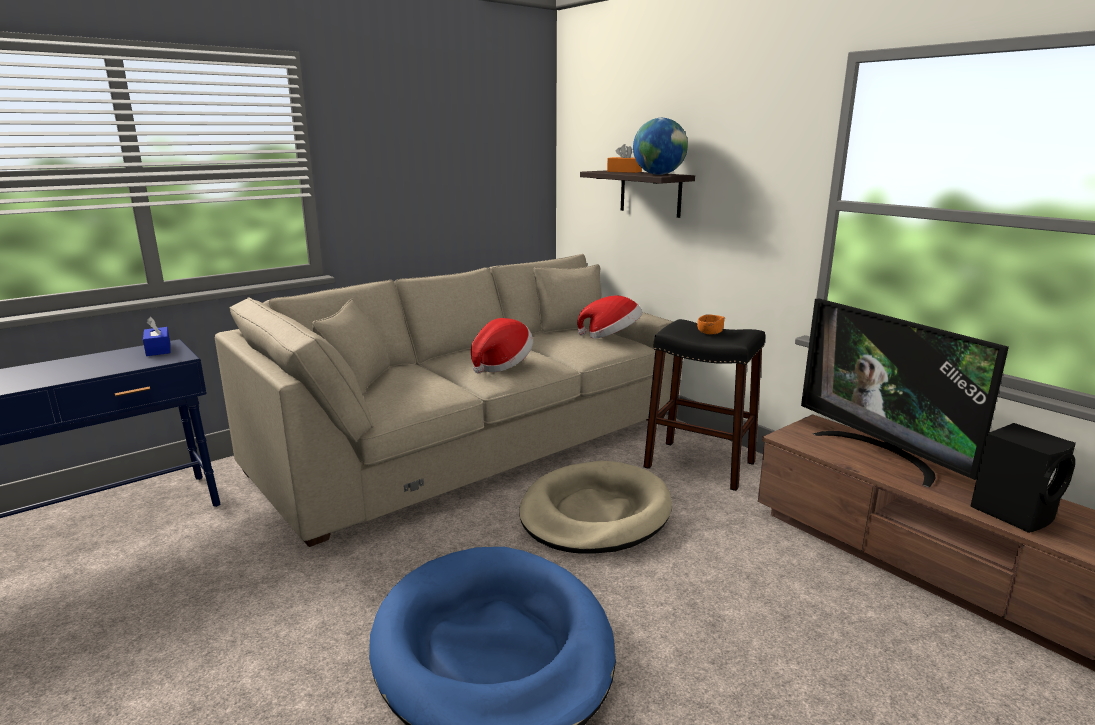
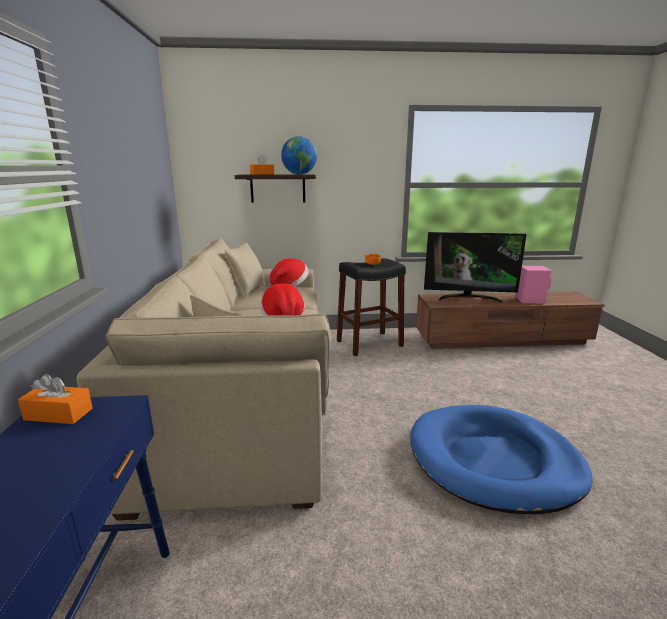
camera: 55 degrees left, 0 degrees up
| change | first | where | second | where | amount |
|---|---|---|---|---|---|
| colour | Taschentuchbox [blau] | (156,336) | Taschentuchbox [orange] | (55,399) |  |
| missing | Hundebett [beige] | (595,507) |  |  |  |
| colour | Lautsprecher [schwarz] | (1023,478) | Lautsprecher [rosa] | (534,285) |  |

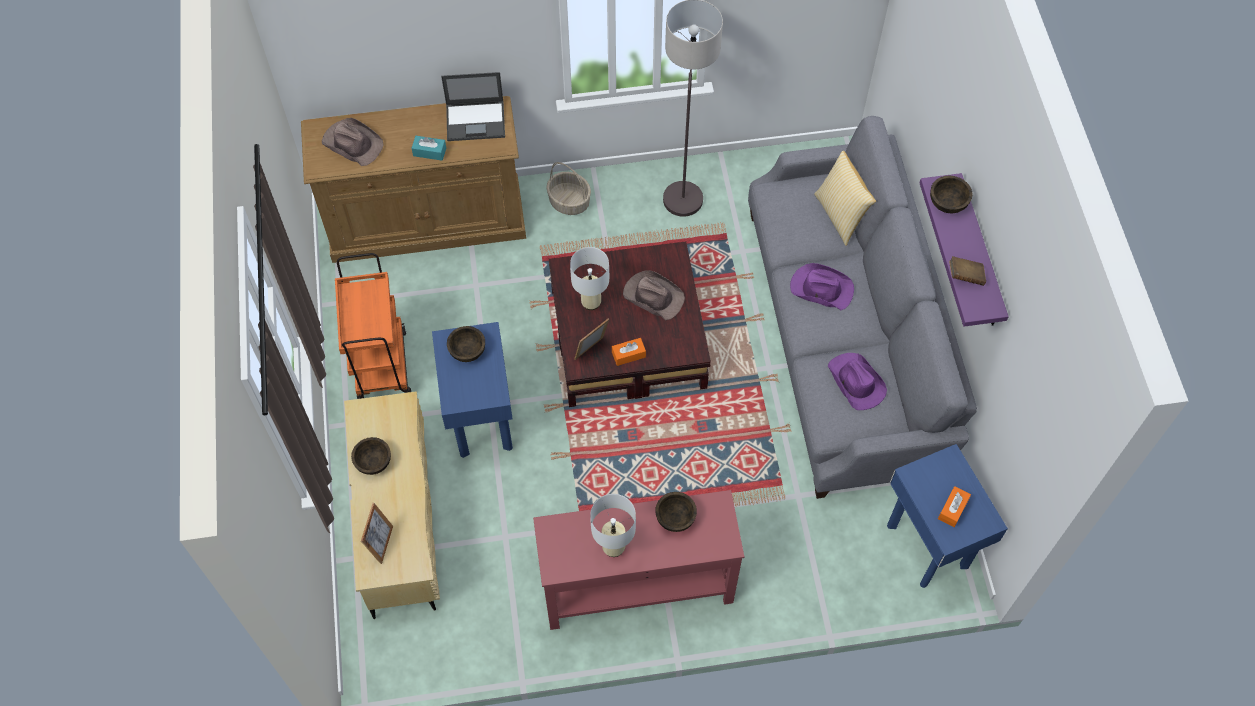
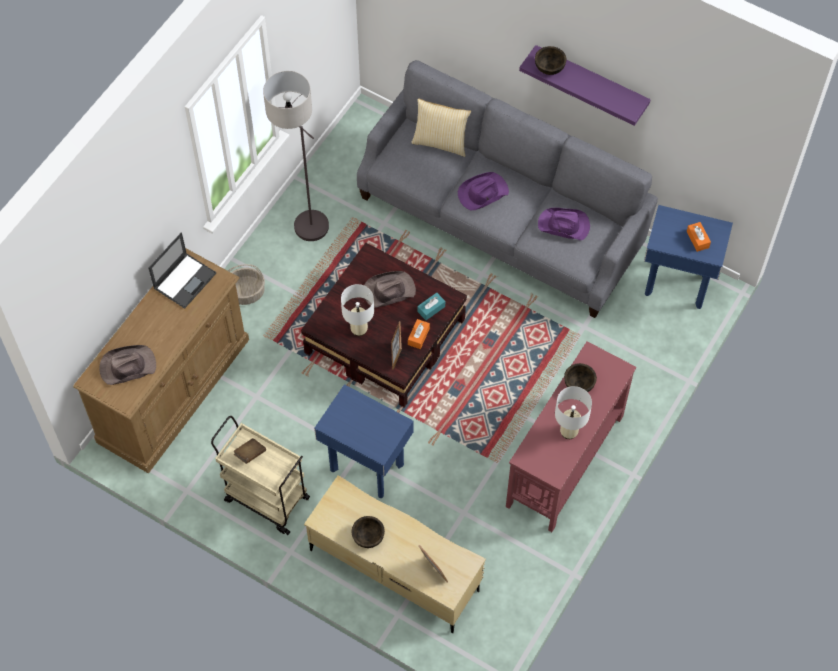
camera: 50 degrees left, 0 degrees up
| change | first | where | second | where | amount |
|---|---|---|---|---|---|
| colour | Rollwagen [orange] | (373,326) | Rollwagen [beige] | (260,475) |  |
| relocated | Taschentuchbox [türkis] | (428,148) |  | (431,306) |  |
| missing | Schüssel [braun] | (466,344) |  |  |  |
| relocated | Buch [braun] | (967,271) |  | (250,451) |  |

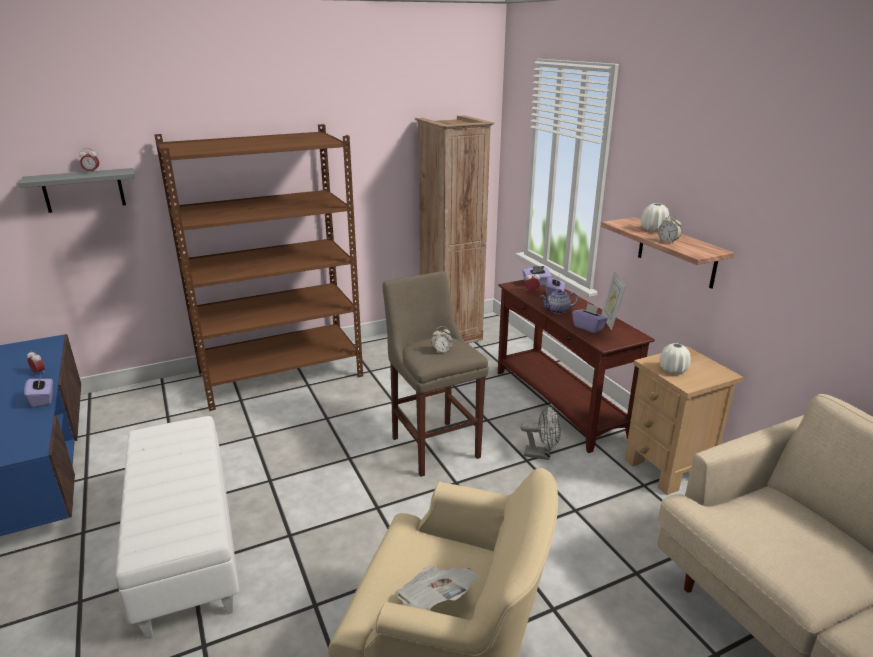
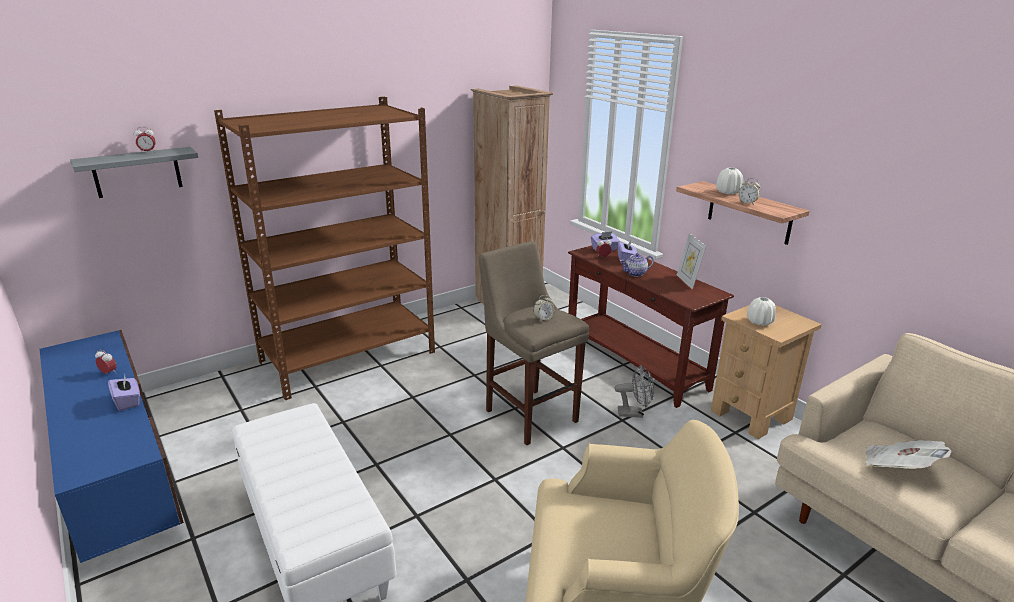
camera: 10 degrees left, 0 degrees up
| change | first | where | second | where | amount |
|---|---|---|---|---|---|
| relocated | Zeitung | (437,587) |  | (908,454) |  |
| missing | Taschentuchbox [lila] | (590,318) |  |  |  |

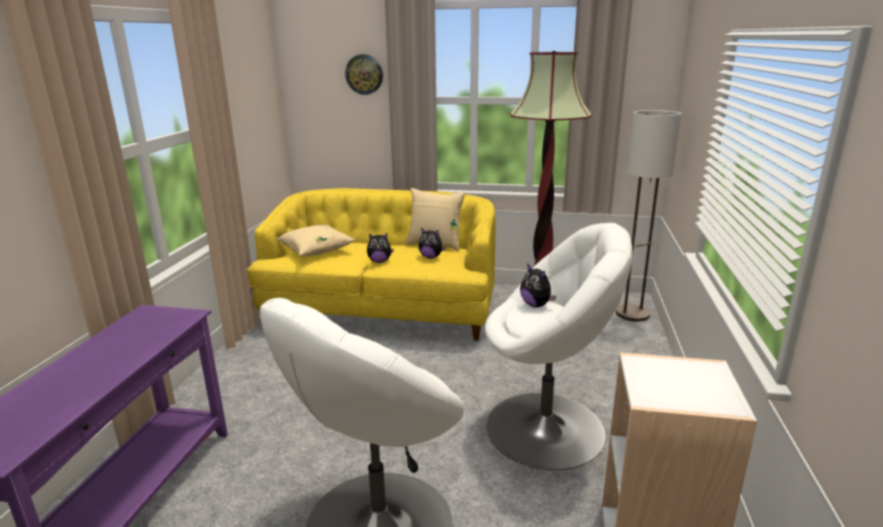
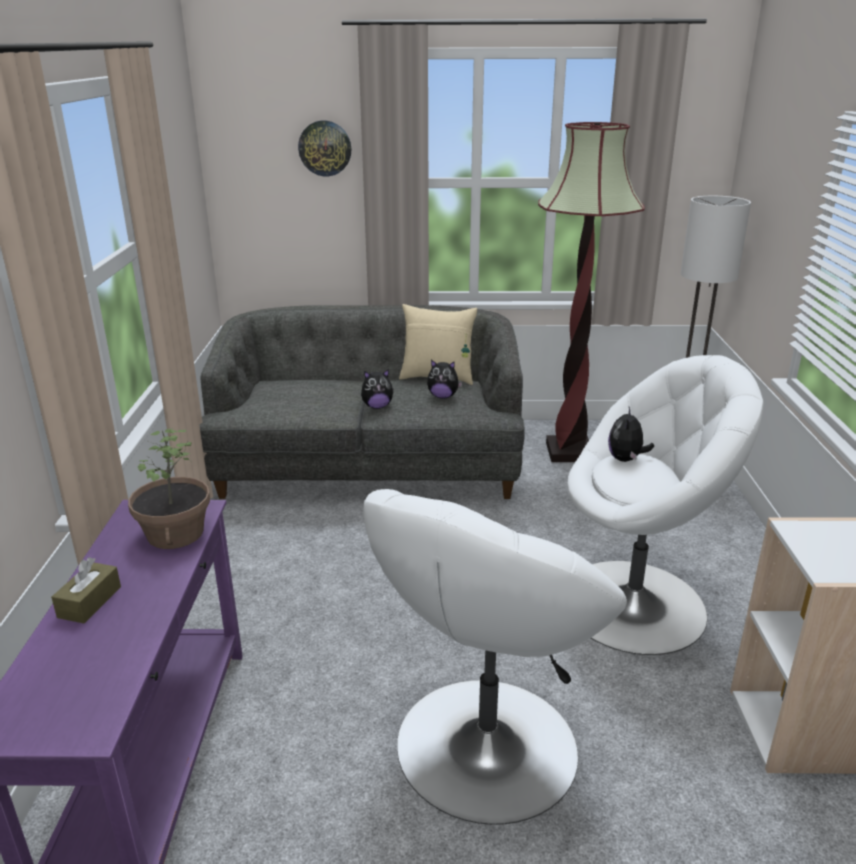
camera: 10 degrees left, 5 degrees up
| change | first | where | second | where | amount |
|---|---|---|---|---|---|
| colour | Sofa [gelb] | (371,264) | Sofa [grau] | (362,402) |  |
| missing | Kissen [beige] | (316,241) |  |  |  |
| spun | Plüschtier | (538,285) |  | (631,434) | 60 degrees clockwise |
| appeared |  |  | Taschentuchbox [braun] | (86,590) |  |
| appeared |  |  | Topfpflanze | (169,488) |  |

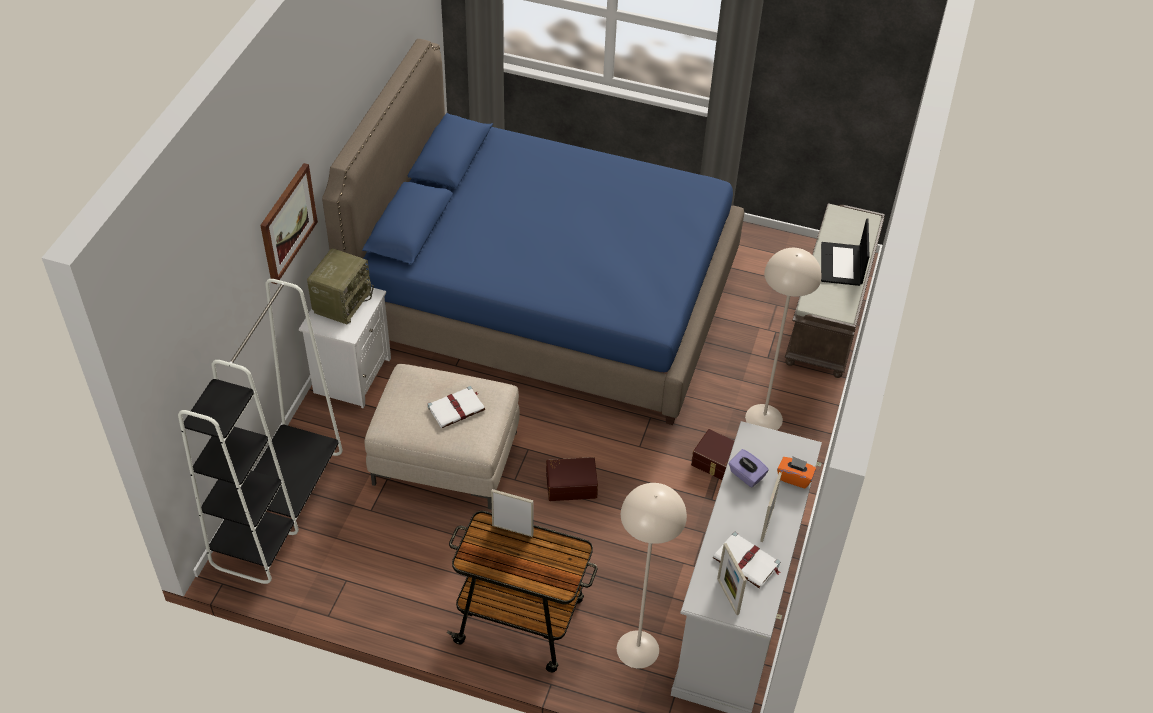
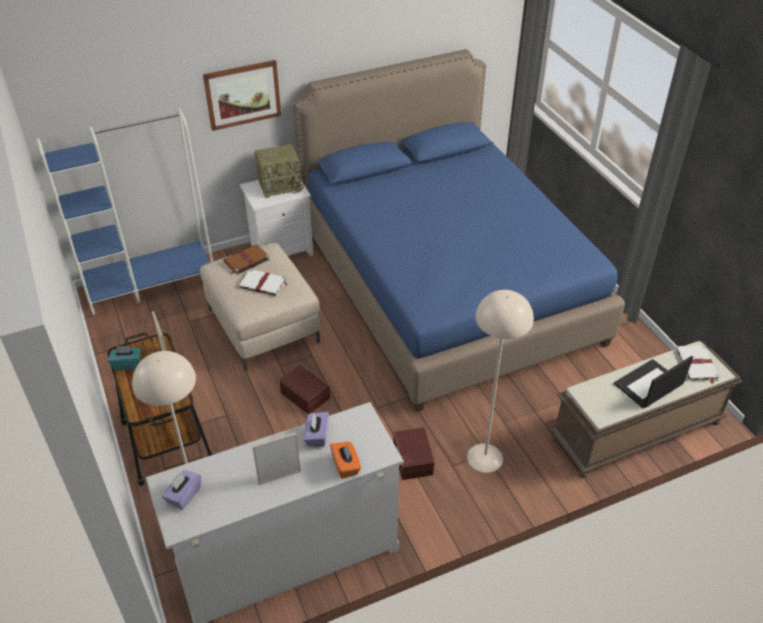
camera: 50 degrees right, 5 degrees down
| change | first | where | second | where | amount |
|---|---|---|---|---|---|
| colour | Kleiderständer [schwarz] | (260,431) | Kleiderständer [blau] | (125,212) |  |
| relocated | Buch [weiß] | (747,560) |  | (697,364) |  |
| exchanged | Bilderrahmen | (732,579) | Taschentuchbox [lila] | (181,490) |  |
| appeared |  |  | Taschentuchbox [türkis] | (124,358) |  |
| appeared |  |  | Buch [braun] | (247,259) |  |

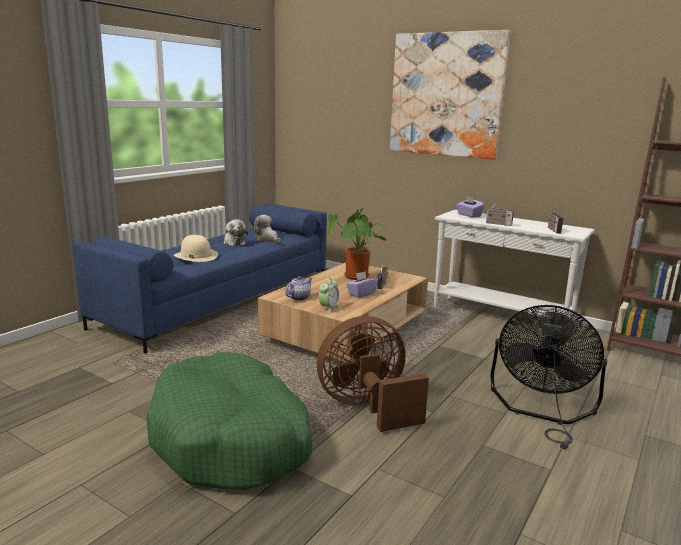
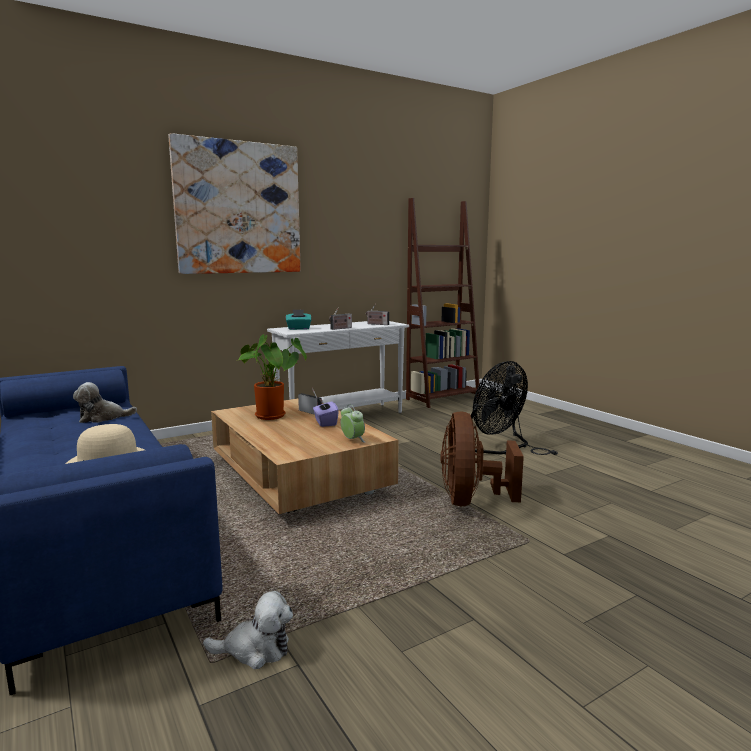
camera: 65 degrees left, 5 degrees down
| change | first | where | second | where | amount |
|---|---|---|---|---|---|
| missing | Hundebett [grün] | (229,421) |  |  |  |
| relocated | Plüschtier | (235,232) |  | (248,630) |  |
| missing | Teekanne | (299,288) |  |  |  |
| colour | Taschentuchbox [lila] | (470,207) | Taschentuchbox [türkis] | (298,320) |  |

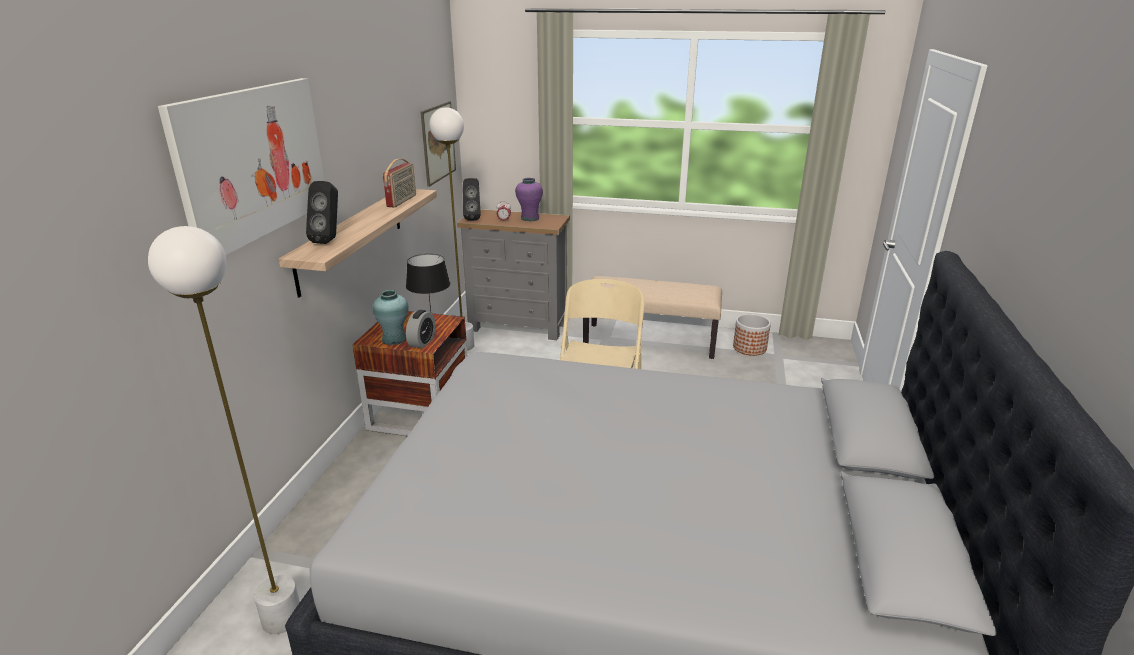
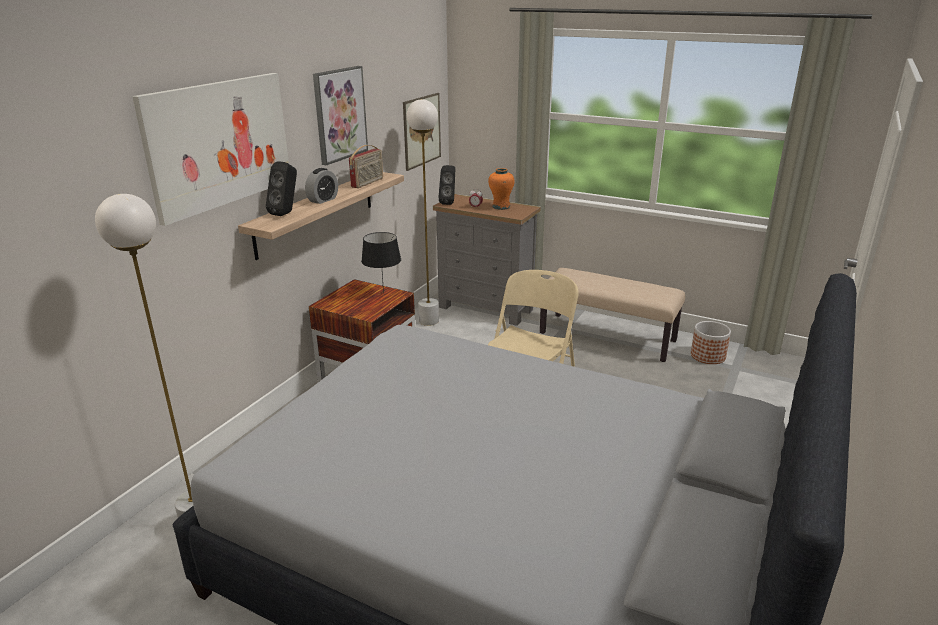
camera: 15 degrees right, 0 degrees up
| change | first | where | second | where | amount |
|---|---|---|---|---|---|
| missing | Vase [türkis] | (390,317) |  |  |  |
| relocated | Wecker | (421,329) |  | (321,186) |  |
| colour | Vase [lila] | (529,199) | Vase [orange] | (501,189) |  |
| appeared |  |  | Bild | (340,115) |  |

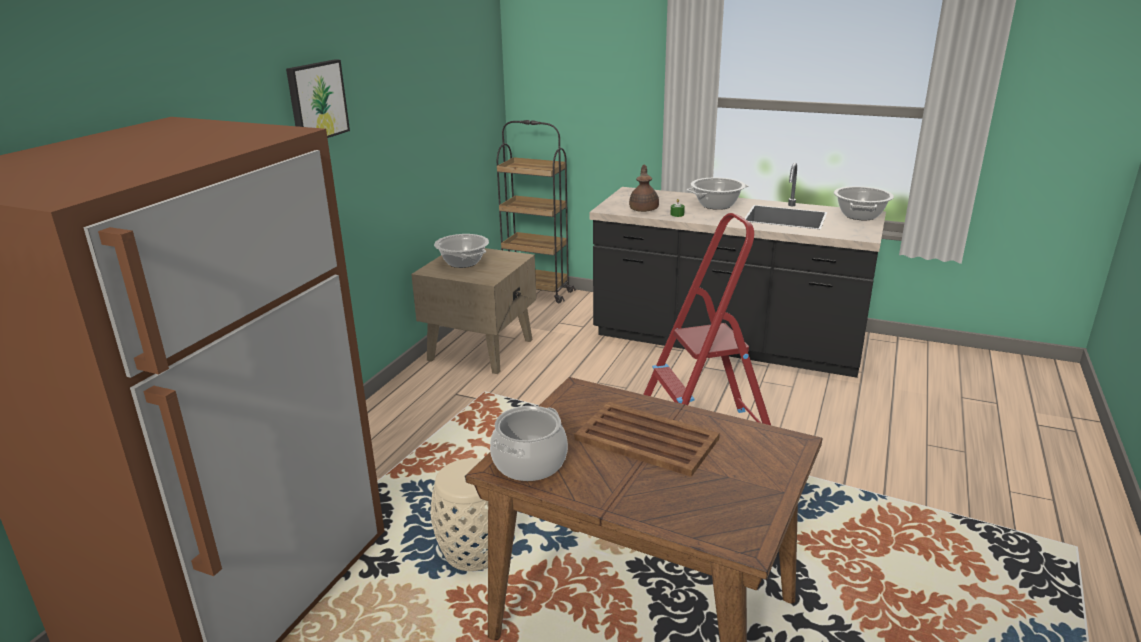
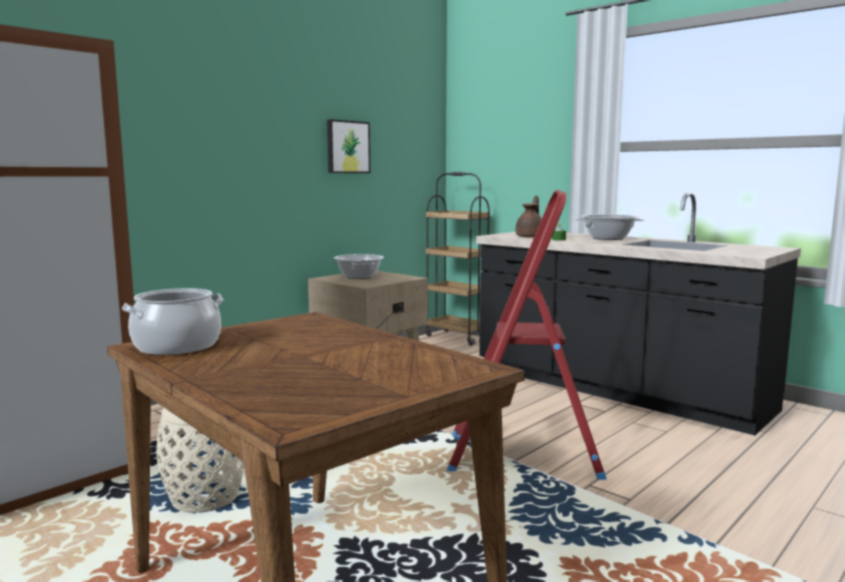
camera: 20 degrees right, 15 degrees down
| change | first | where | second | where | amount |
|---|---|---|---|---|---|
| relocated | Bild | (318,98) |  | (348,146) |  |
| missing | Tablett [braun] | (647,439) |  |  |  |
| missing | Kochtopf | (864,203) |  |  |  |

